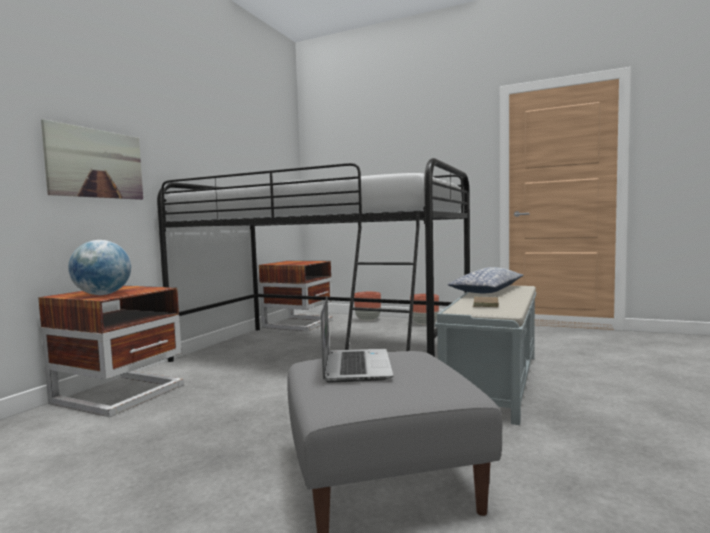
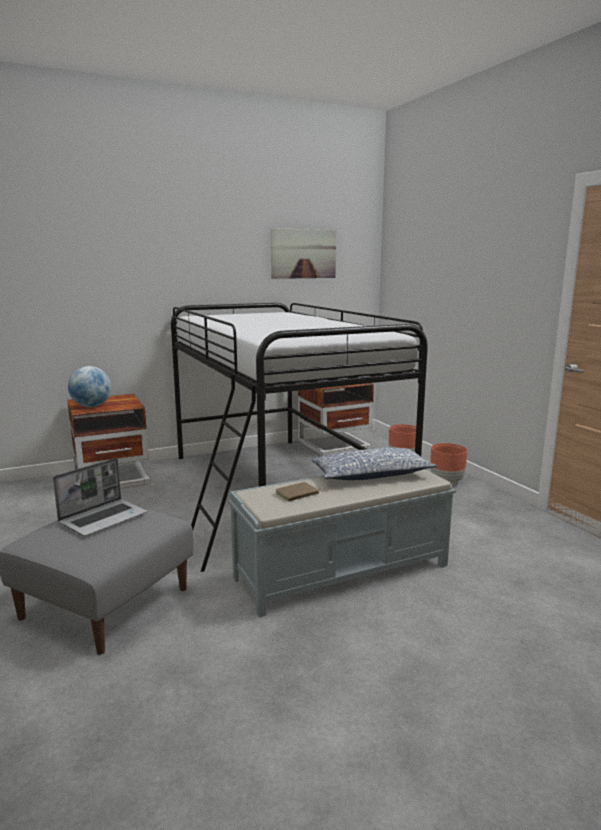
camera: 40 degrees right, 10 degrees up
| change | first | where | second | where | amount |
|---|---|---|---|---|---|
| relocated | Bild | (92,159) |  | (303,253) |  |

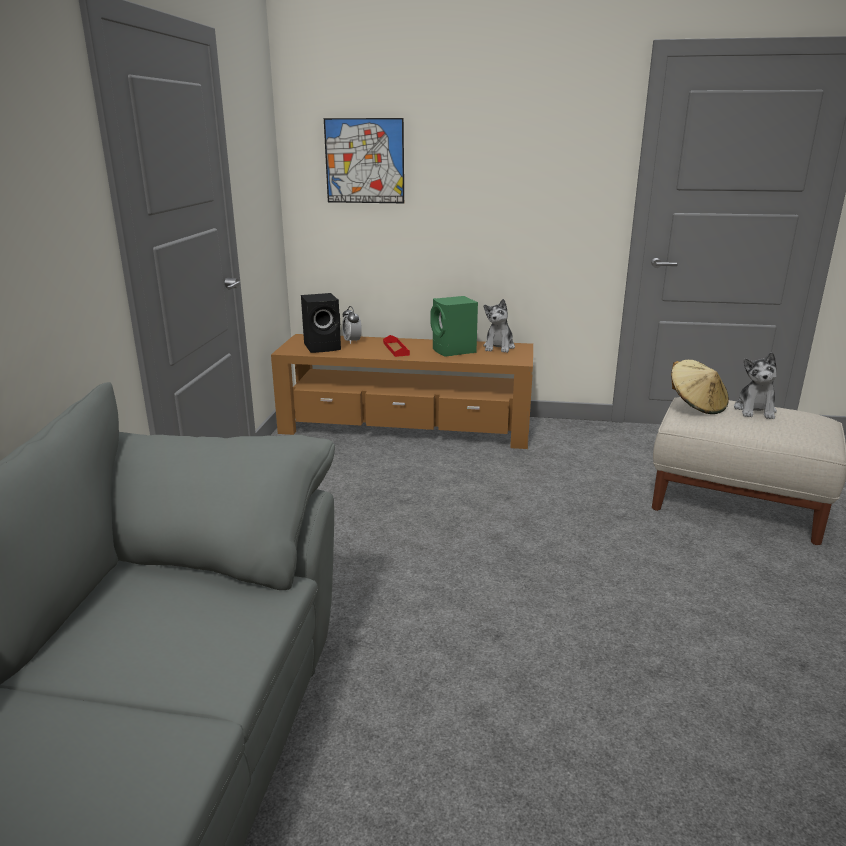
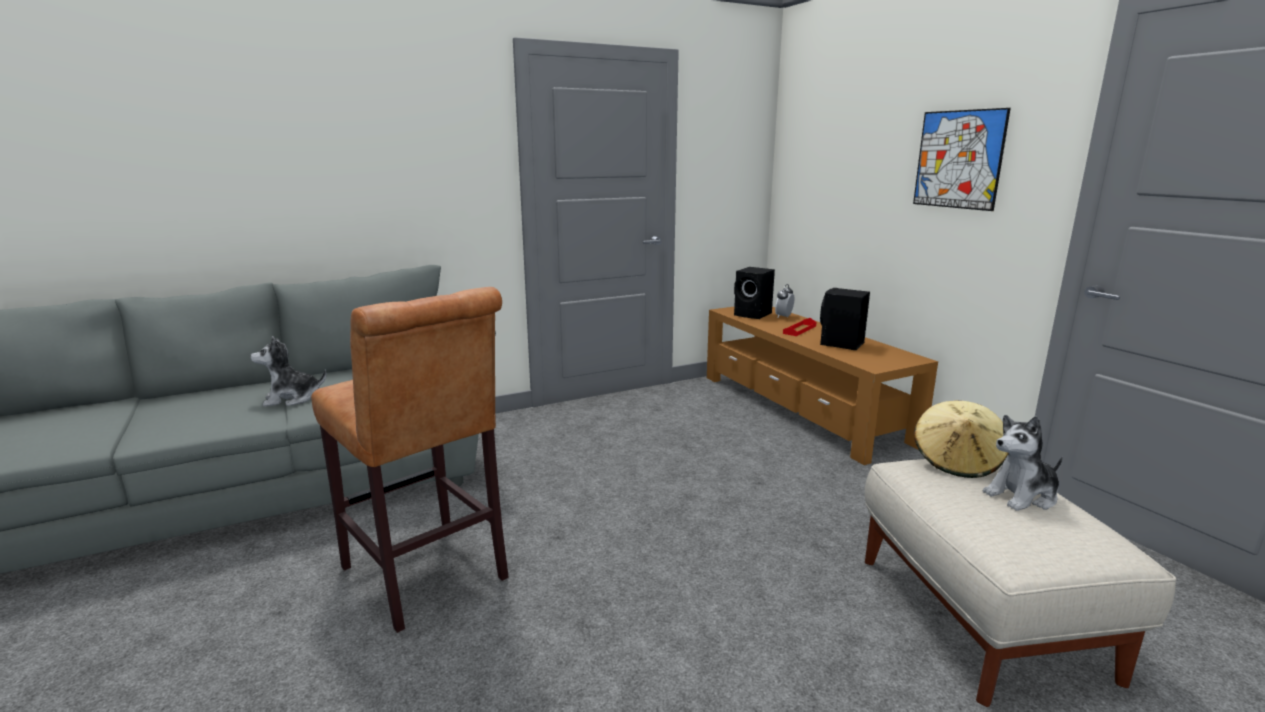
camera: 55 degrees right, 5 degrees down
| change | first | where | second | where | amount |
|---|---|---|---|---|---|
| relocated | Bild | (364,160) |  | (962,159) |  |
| colour | Lautsprecher [grün] | (454,326) | Lautsprecher [schwarz] | (845,319) |  |
| relocated | Plüschtier | (499,326) |  | (288,371) |  |
| appeared |  |  | Hocker [braun] | (410,460) |  |

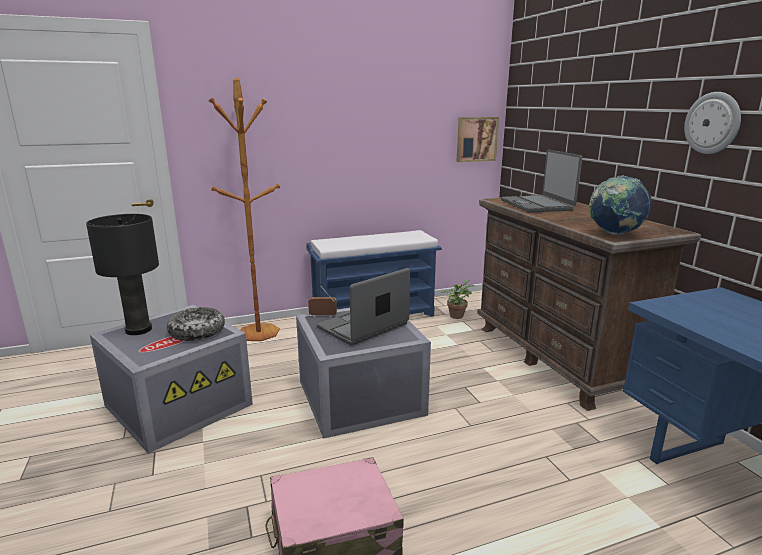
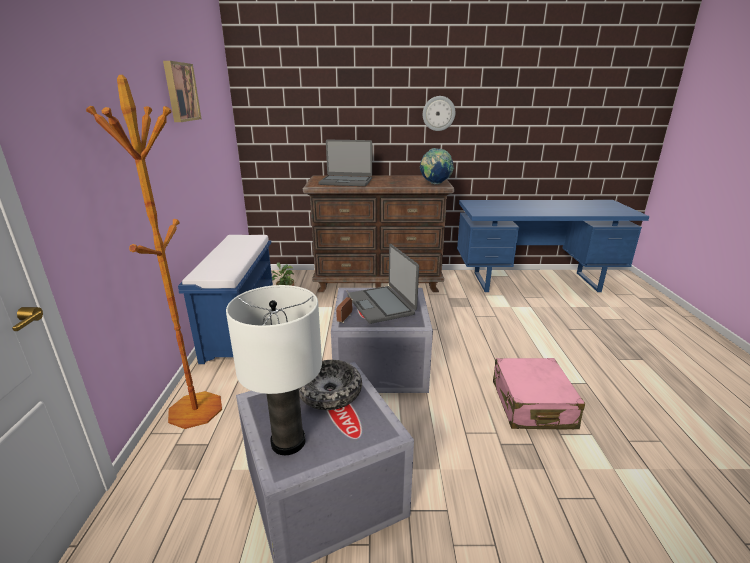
camera: 70 degrees left, 5 degrees up
| change | first | where | second | where | amount |
|---|---|---|---|---|---|
| colour | Tischlampe [schwarz] | (122,274) | Tischlampe [weiß] | (274,370) |  |
| relocated | Bild | (477,139) |  | (182,91) |  |

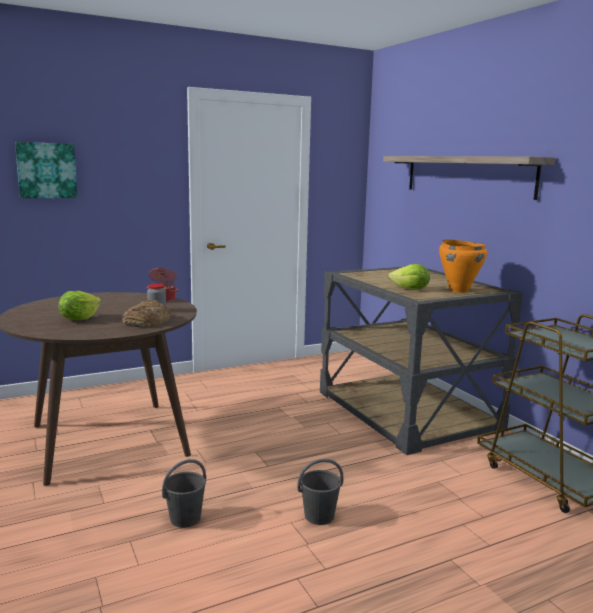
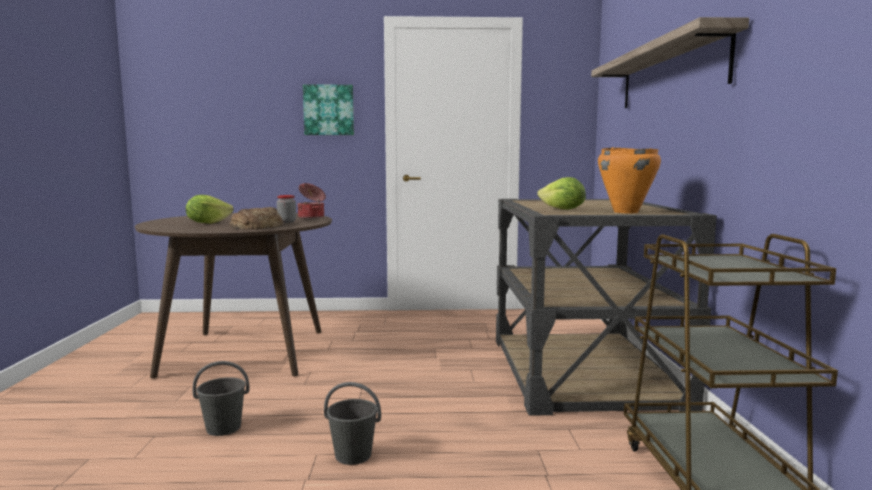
camera: 25 degrees right, 5 degrees down
| change | first | where | second | where | amount |
|---|---|---|---|---|---|
| relocated | Bild | (46,170) |  | (328,109) |  |

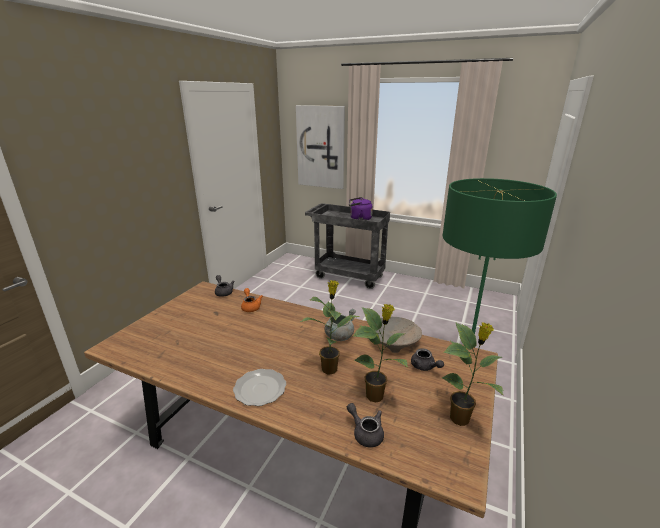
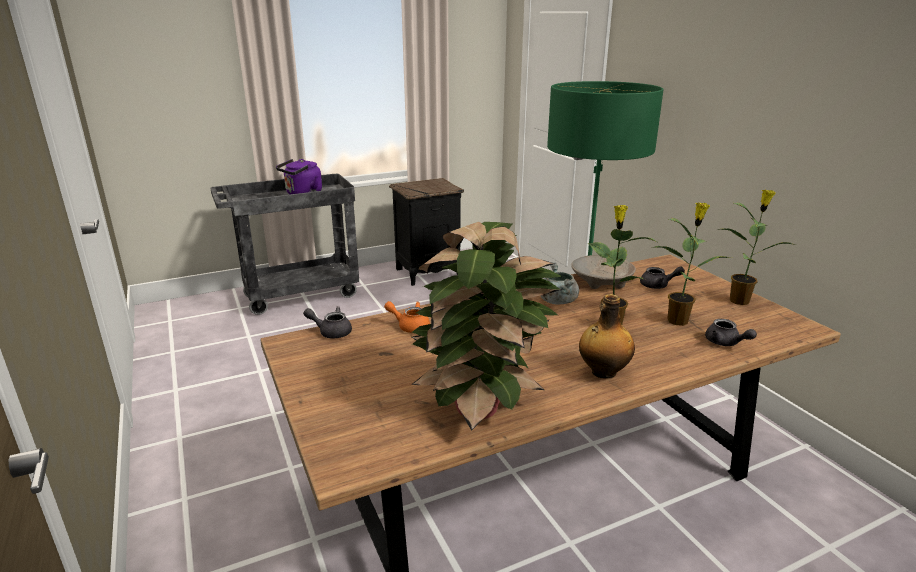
camera: 50 degrees left, 0 degrees up
| change | first | where | second | where | amount |
|---|---|---|---|---|---|
| exchanged | Teller | (259,387) | Flasche | (607,336) |  |
| missing | Bild | (320,147) |  |  |  |
| spun | Teekanne [grau] | (365,425) |  | (731,332) | 120 degrees counterclockwise |
| appeared |  |  | Nachttisch [schwarz] | (426,232) |  |
| appeared |  |  | Topfpflanze | (486,326) |  |

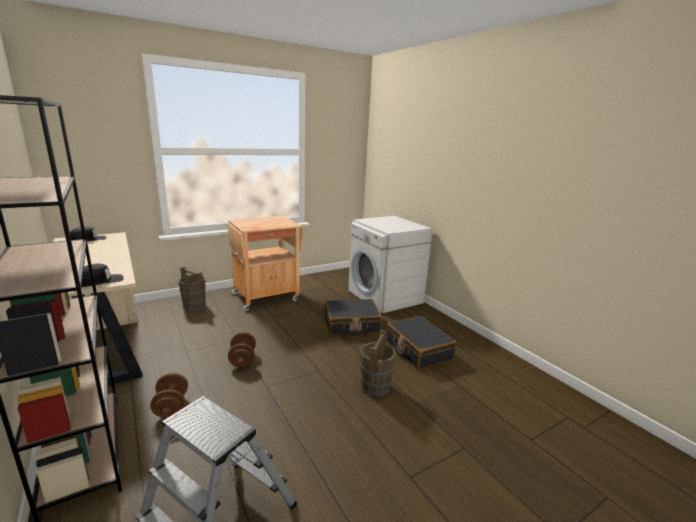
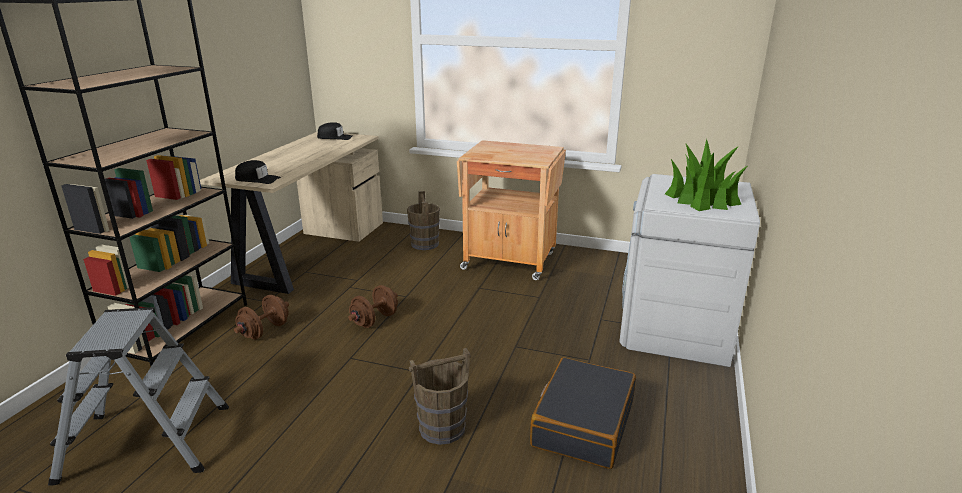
camera: 50 degrees right, 5 degrees up
| change | first | where | second | where | amount |
|---|---|---|---|---|---|
| missing | Koffer [schwarz] | (353,317) |  |  |  |
| appeared |  |  | Topfpflanze | (706,174) |  |

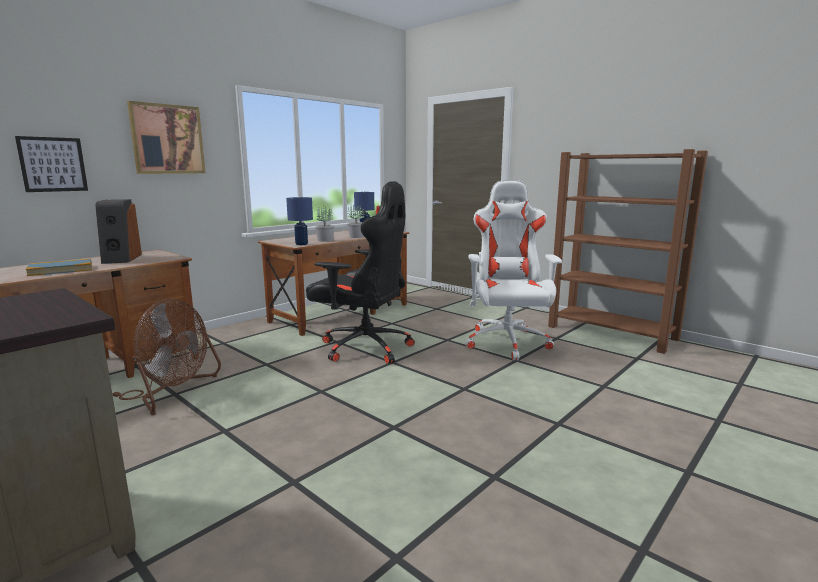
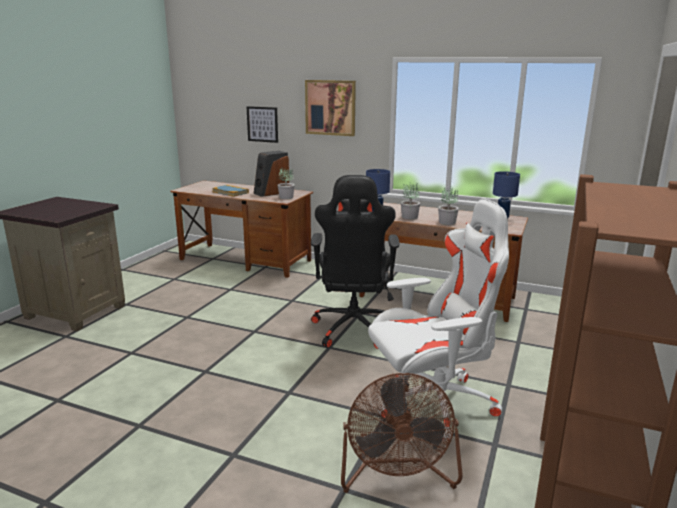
camera: 70 degrees right, 5 degrees up
| change | first | where | second | where | amount |
|---|---|---|---|---|---|
| relocated | Ventilator [braun] | (167,357) |  | (402,432) |  |
| appeared |  |  | Topfpflanze | (286,183) |  |

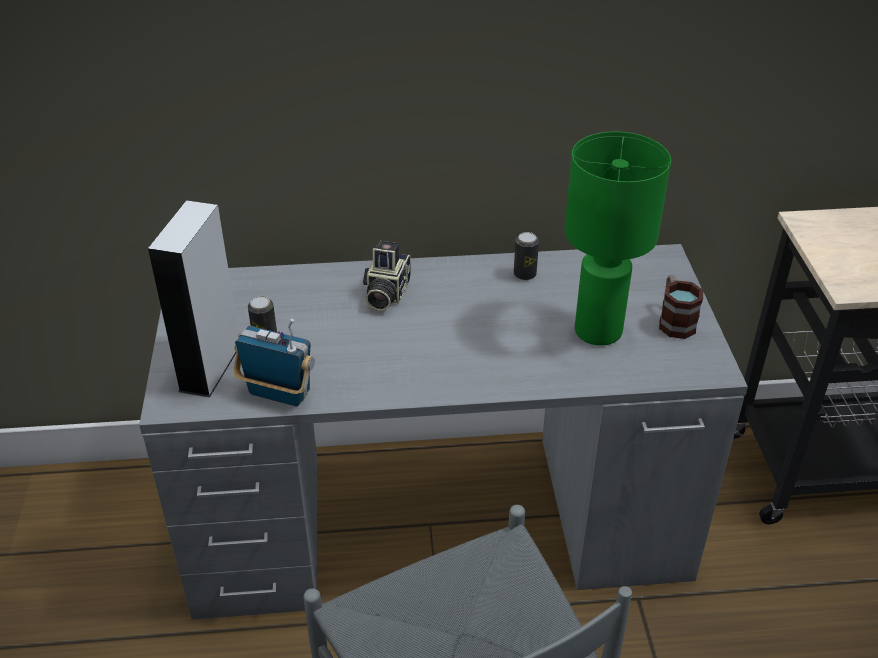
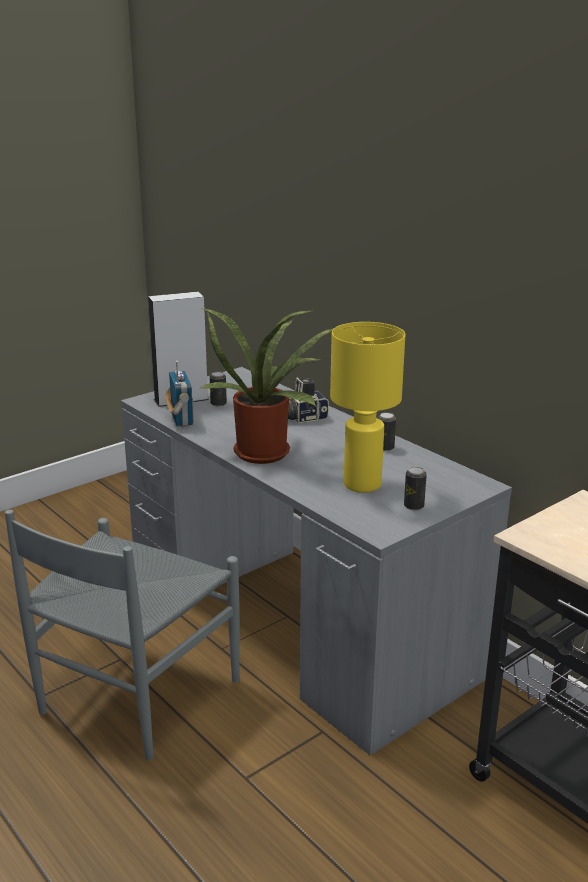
camera: 55 degrees right, 15 degrees down
| change | first | where | second | where | amount |
|---|---|---|---|---|---|
| colour | Tischlampe [grün] | (618,238) | Tischlampe [gelb] | (367,407) |  |
| exchanged | Henkelbecher | (681,307) | Dose | (415,488) |  |
| appeared |  |  | Topfpflanze | (267,386) |  |

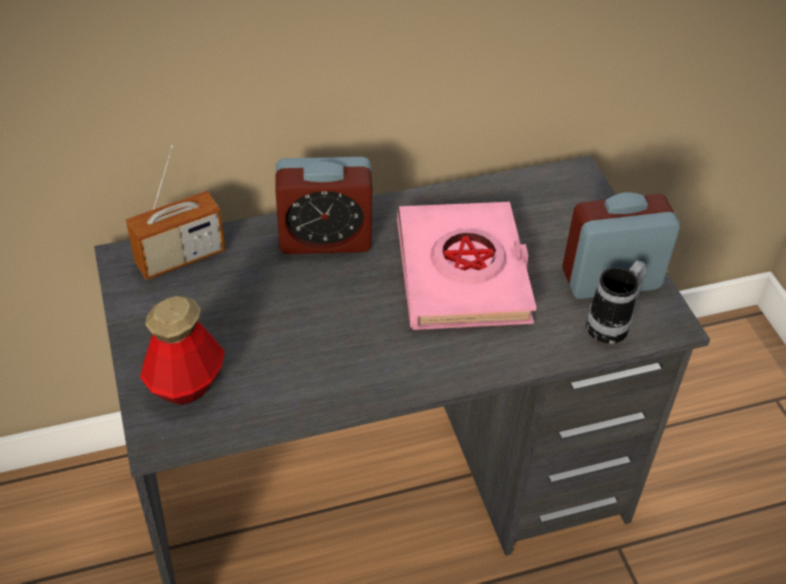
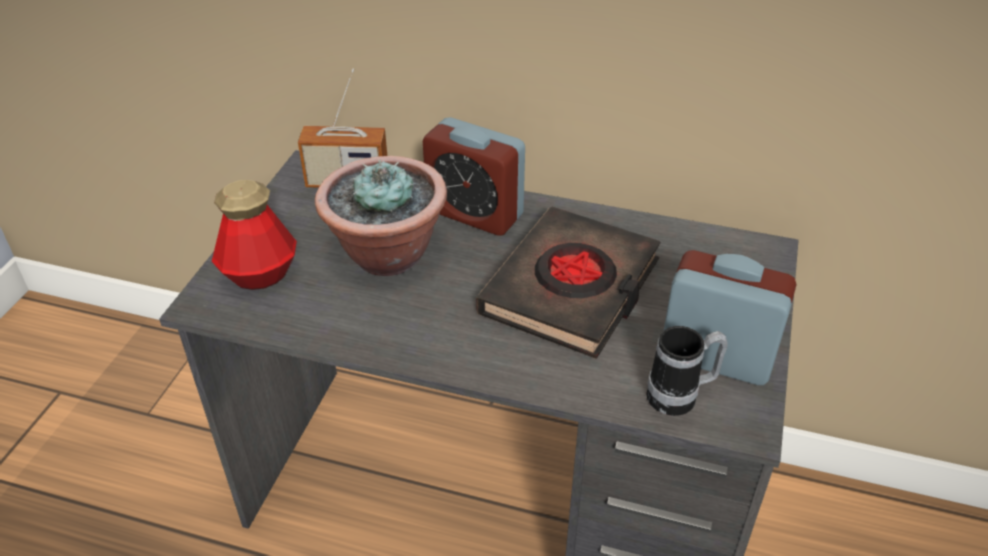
camera: 35 degrees right, 5 degrees down
| change | first | where | second | where | amount |
|---|---|---|---|---|---|
| colour | Buch [rosa] | (466,266) | Buch [schwarz] | (568,282) |  |
| appeared |  |  | Topfpflanze | (381,216) |  |

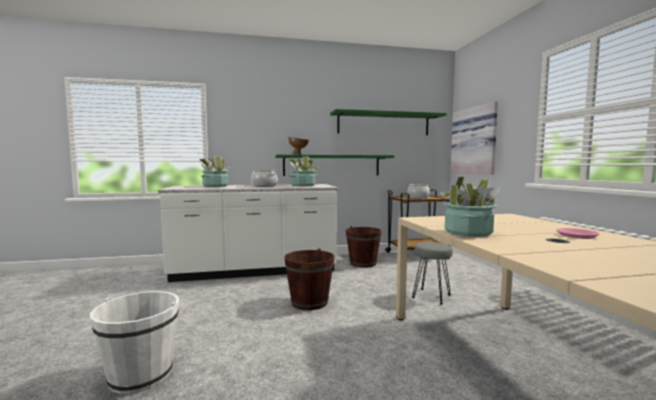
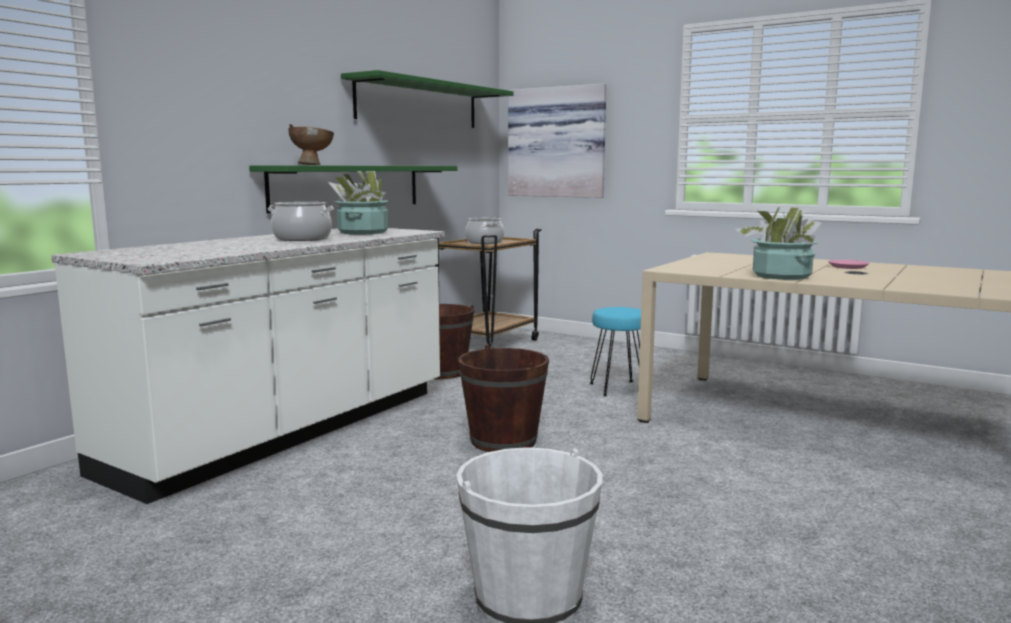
camera: 45 degrees left, 5 degrees up
| change | first | where | second | where | amount |
|---|---|---|---|---|---|
| missing | Topfpflanze | (214,171) |  |  |  |
| colour | Hocker [grau] | (432,273) | Hocker [türkis] | (615,351) |  |

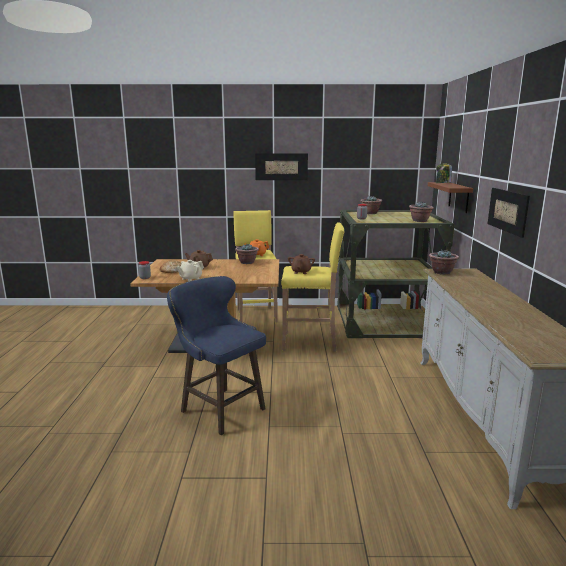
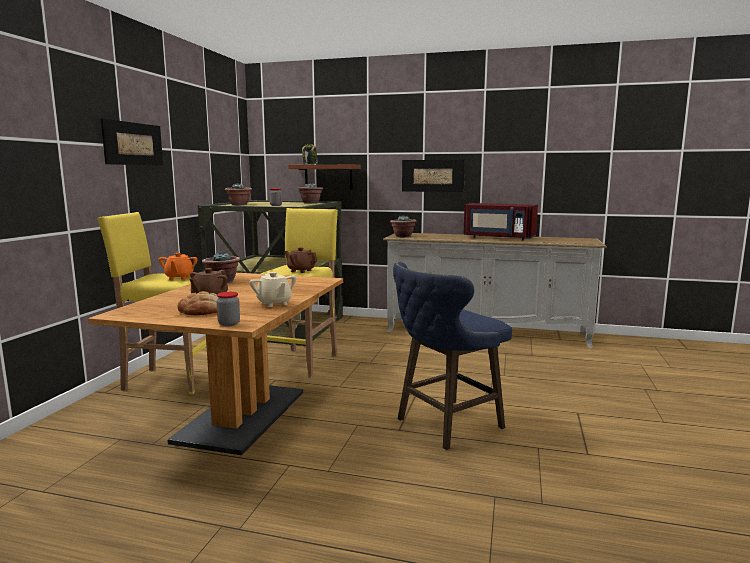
camera: 75 degrees left, 5 degrees down
| change | first | where | second | where | amount |
|---|---|---|---|---|---|
| appeared |  |  | Mikrowelle [rot] | (500,222) |  |

